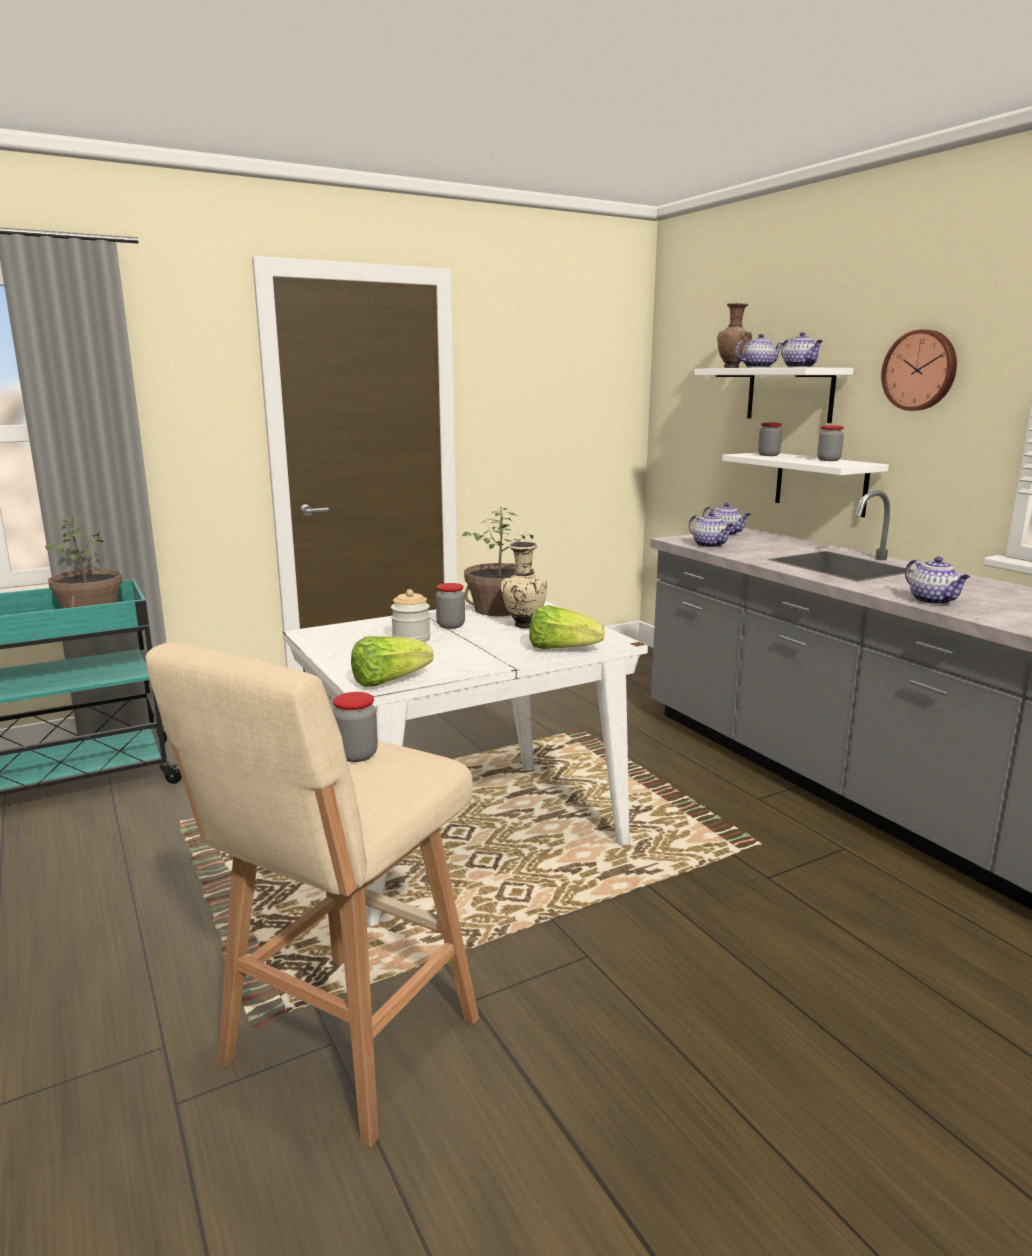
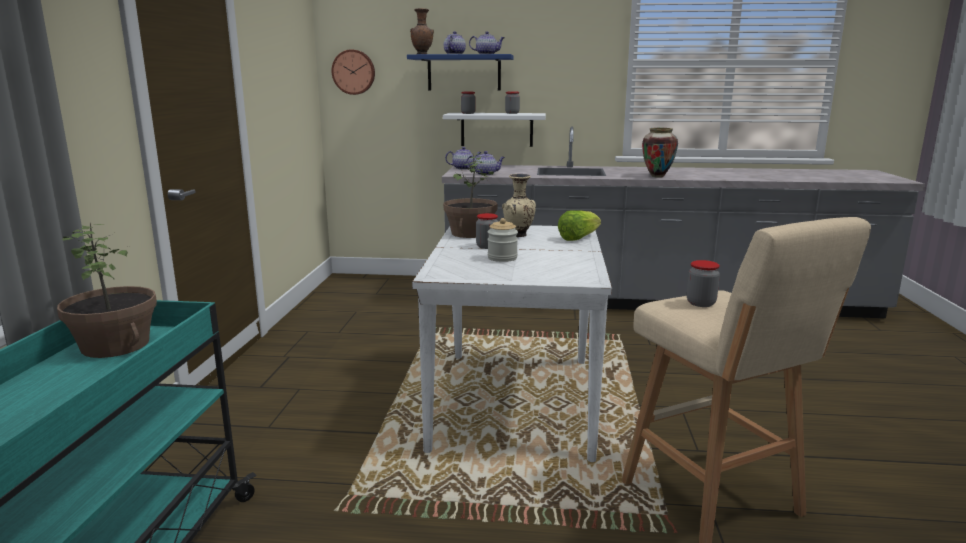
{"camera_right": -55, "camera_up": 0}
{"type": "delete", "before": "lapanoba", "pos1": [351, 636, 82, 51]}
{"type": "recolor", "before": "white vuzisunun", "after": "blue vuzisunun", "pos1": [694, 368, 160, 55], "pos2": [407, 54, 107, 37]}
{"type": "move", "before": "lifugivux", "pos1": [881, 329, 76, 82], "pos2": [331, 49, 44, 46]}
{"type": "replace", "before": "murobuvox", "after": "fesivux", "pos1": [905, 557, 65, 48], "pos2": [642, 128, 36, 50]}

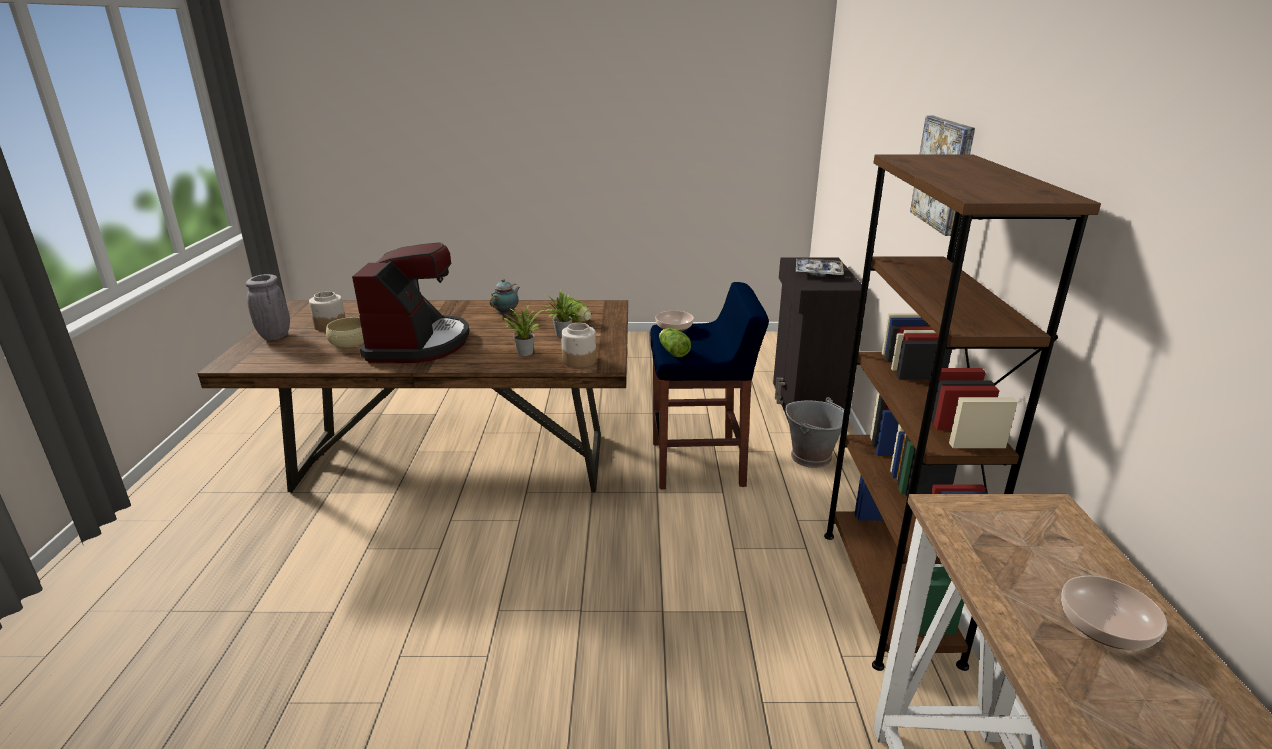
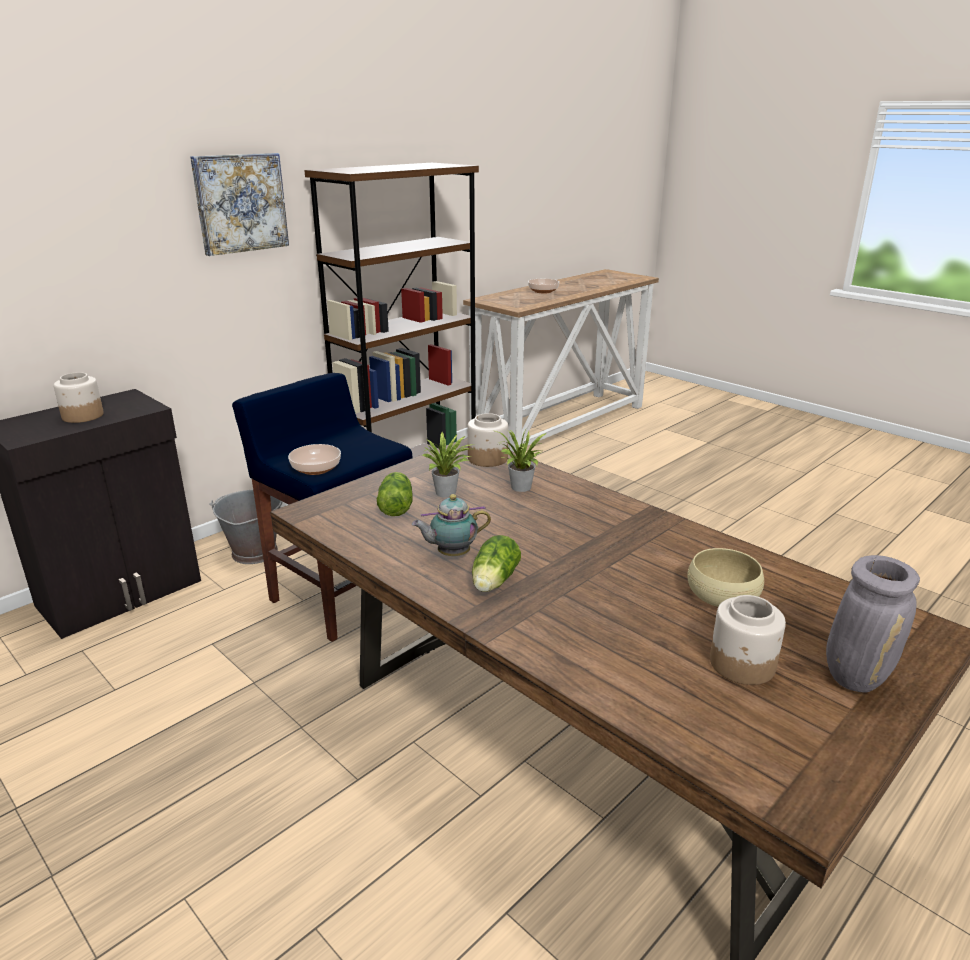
{"camera_right": -135, "camera_up": 0}
{"type": "delete", "before": "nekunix", "pos1": [352, 242, 117, 121]}
{"type": "move", "before": "lapanoba", "pos1": [659, 328, 32, 30], "pos2": [472, 535, 49, 57]}
{"type": "replace", "before": "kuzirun", "after": "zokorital", "pos1": [796, 259, 48, 17], "pos2": [53, 372, 51, 51]}

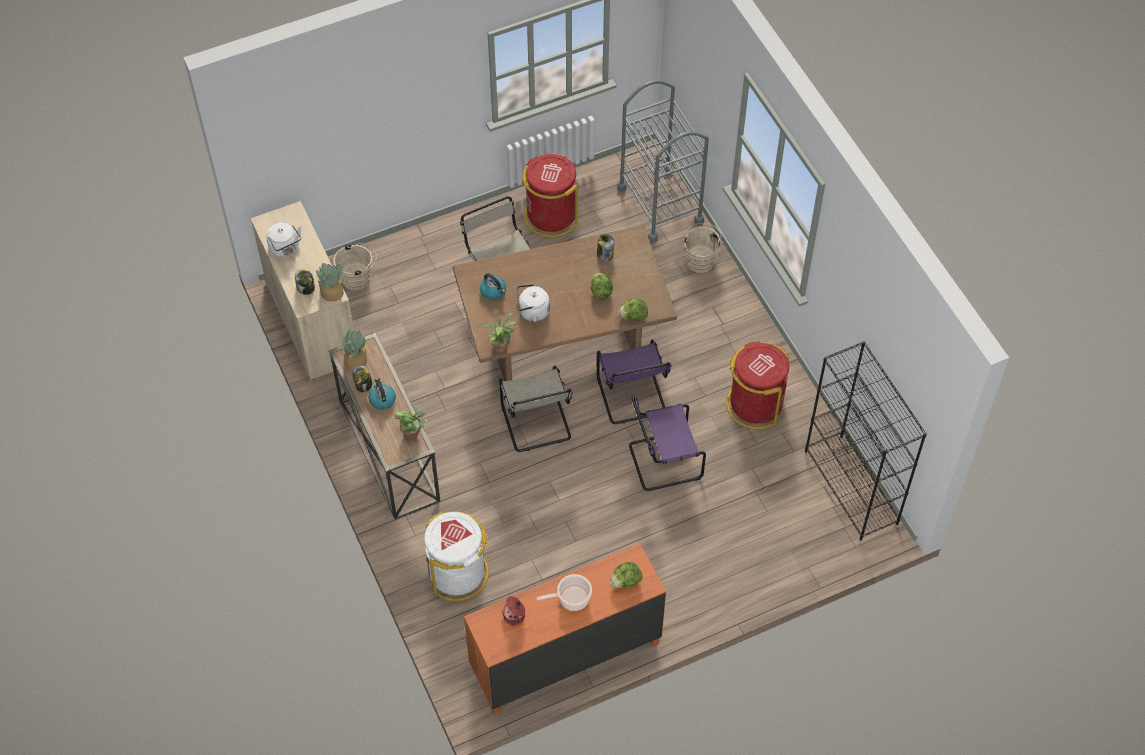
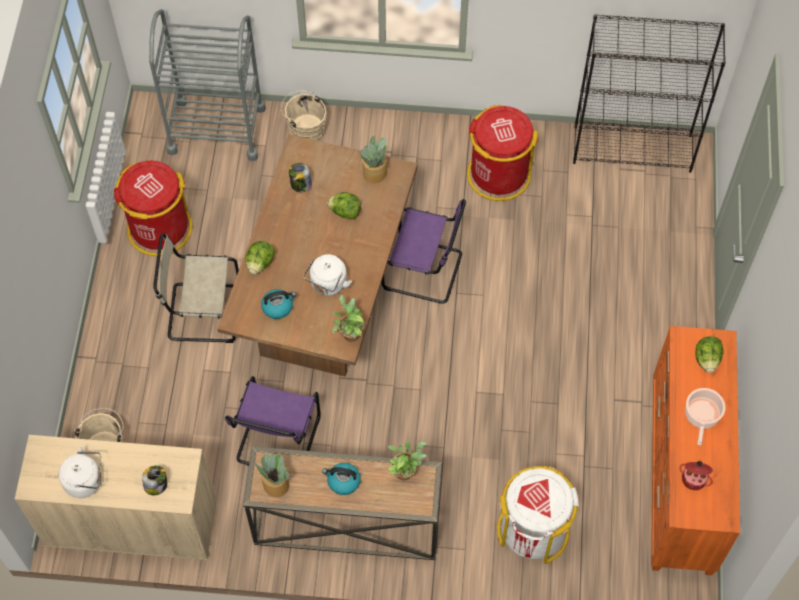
{"camera_right": -60, "camera_up": 5}
{"type": "move", "before": "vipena", "pos1": [316, 263, 28, 38], "pos2": [360, 136, 27, 48]}
{"type": "delete", "before": "zokorital", "pos1": [352, 366, 20, 27]}
{"type": "delete", "before": "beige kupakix", "pos1": [499, 365, 74, 87]}
{"type": "move", "before": "lapanoba", "pos1": [618, 299, 30, 21], "pos2": [245, 241, 30, 34]}
{"type": "move", "before": "purple kupakix", "pos1": [629, 395, 77, 96], "pos2": [225, 376, 96, 90]}

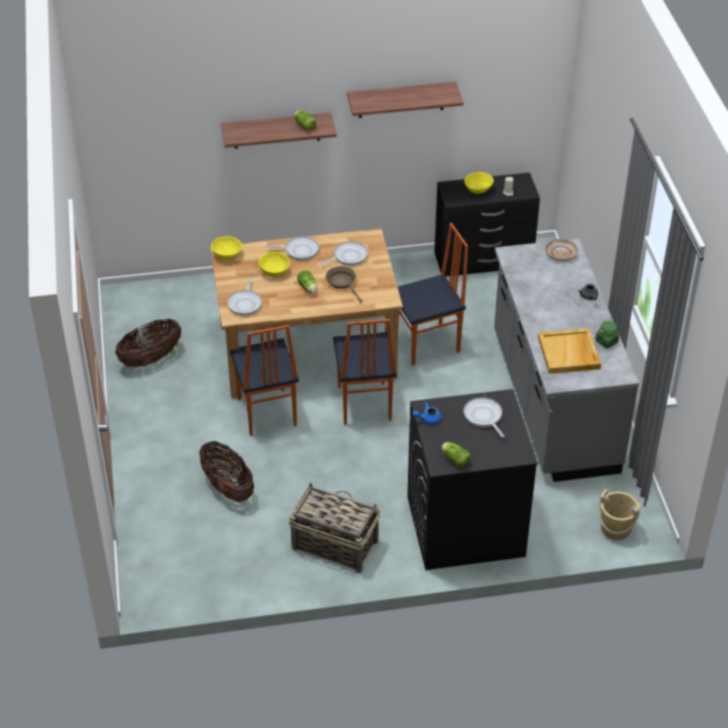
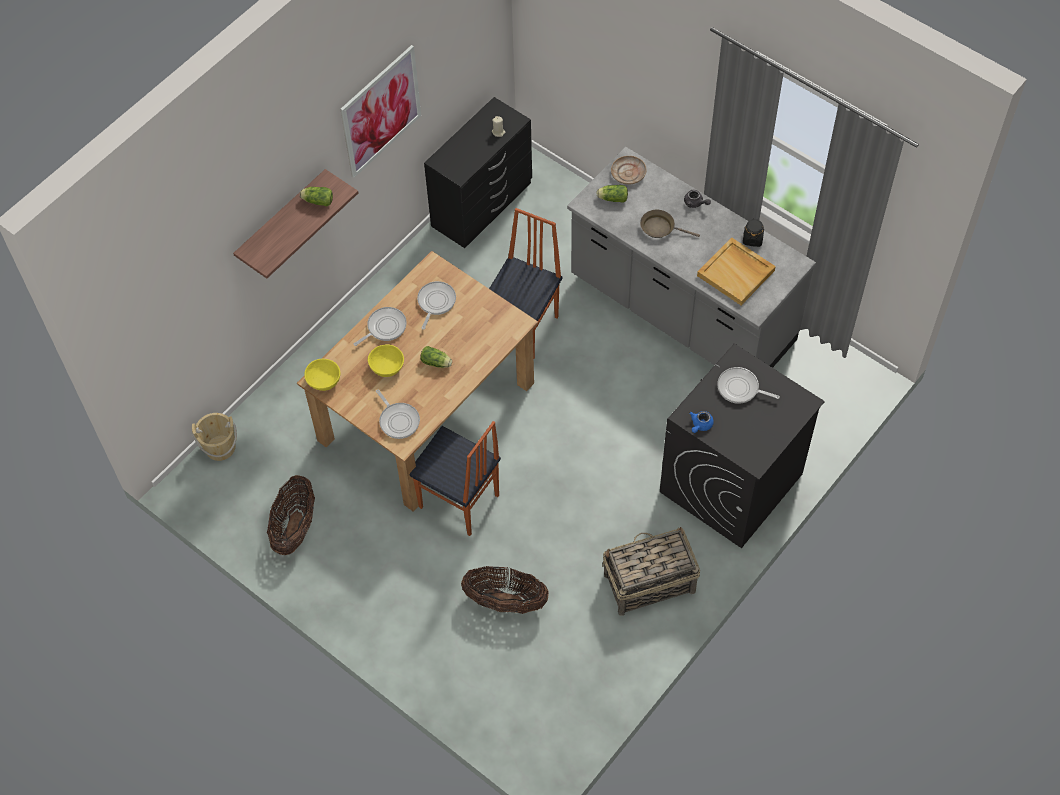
{"camera_right": -40, "camera_up": 15}
{"type": "move", "before": "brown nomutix", "pos1": [326, 266, 36, 36], "pos2": [640, 210, 60, 28]}
{"type": "delete", "before": "kupakix", "pos1": [333, 319, 63, 106]}
{"type": "replace", "before": "vuzisunun", "after": "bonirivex", "pos1": [347, 82, 117, 36], "pos2": [340, 45, 81, 133]}
{"type": "move", "before": "lapanoba", "pos1": [441, 442, 30, 25], "pos2": [596, 185, 32, 18]}
{"type": "delete", "before": "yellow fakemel", "pos1": [464, 172, 30, 22]}
{"type": "recolor", "before": "green zokorital", "after": "black zokorital", "pos1": [595, 321, 24, 27], "pos2": [743, 218, 21, 29]}
{"type": "move", "before": "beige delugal", "pos1": [598, 489, 43, 51], "pos2": [192, 413, 45, 48]}

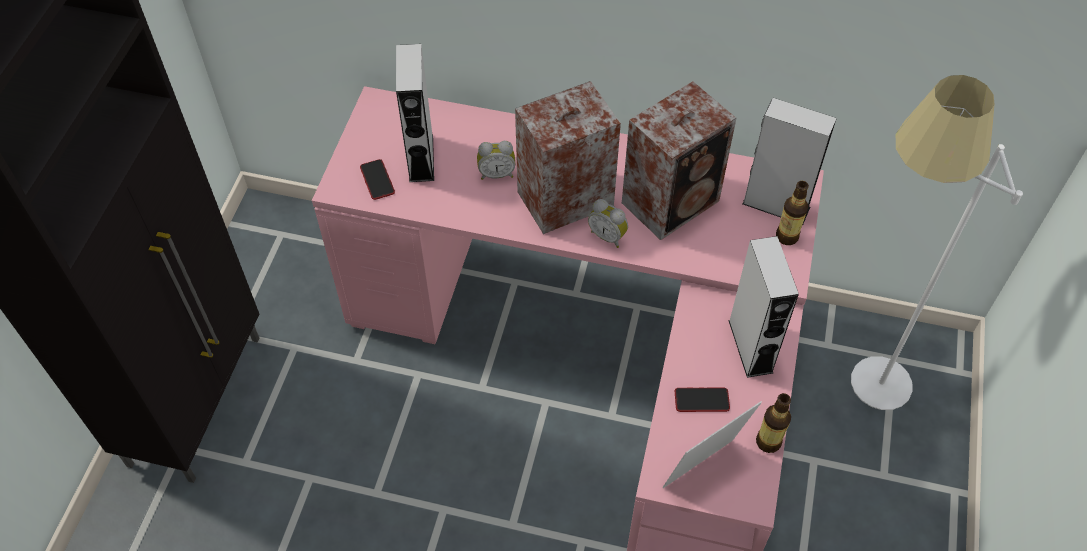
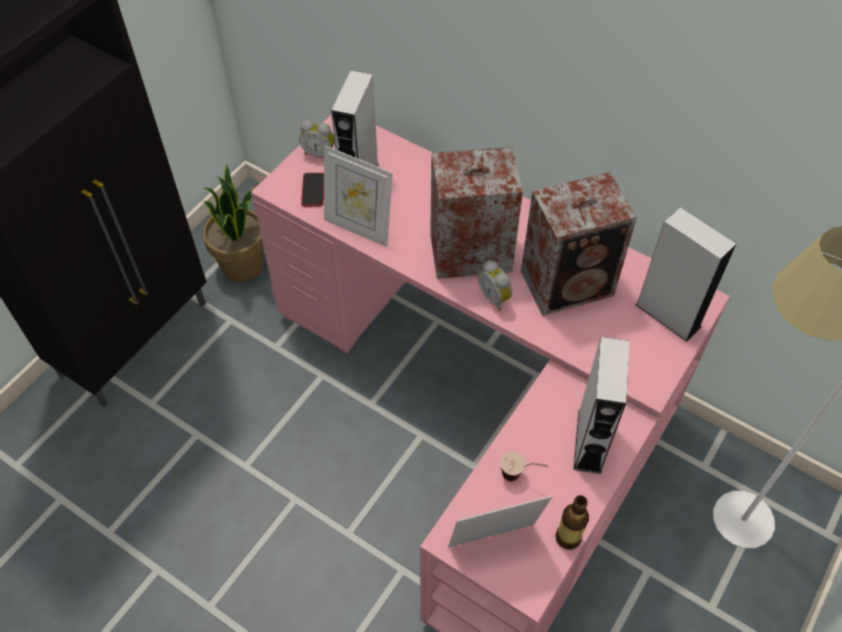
{"camera_right": 20, "camera_up": 0}
{"type": "move", "before": "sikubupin", "pos1": [477, 141, 38, 39], "pos2": [299, 120, 36, 37]}
{"type": "replace", "before": "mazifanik", "after": "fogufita", "pos1": [675, 387, 55, 25], "pos2": [500, 451, 48, 30]}
{"type": "delete", "before": "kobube", "pos1": [776, 181, 33, 64]}
{"type": "insert", "after": "vipena", "pos2": [202, 165, 61, 117]}
{"type": "insert", "after": "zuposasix", "pos2": [324, 145, 69, 102]}

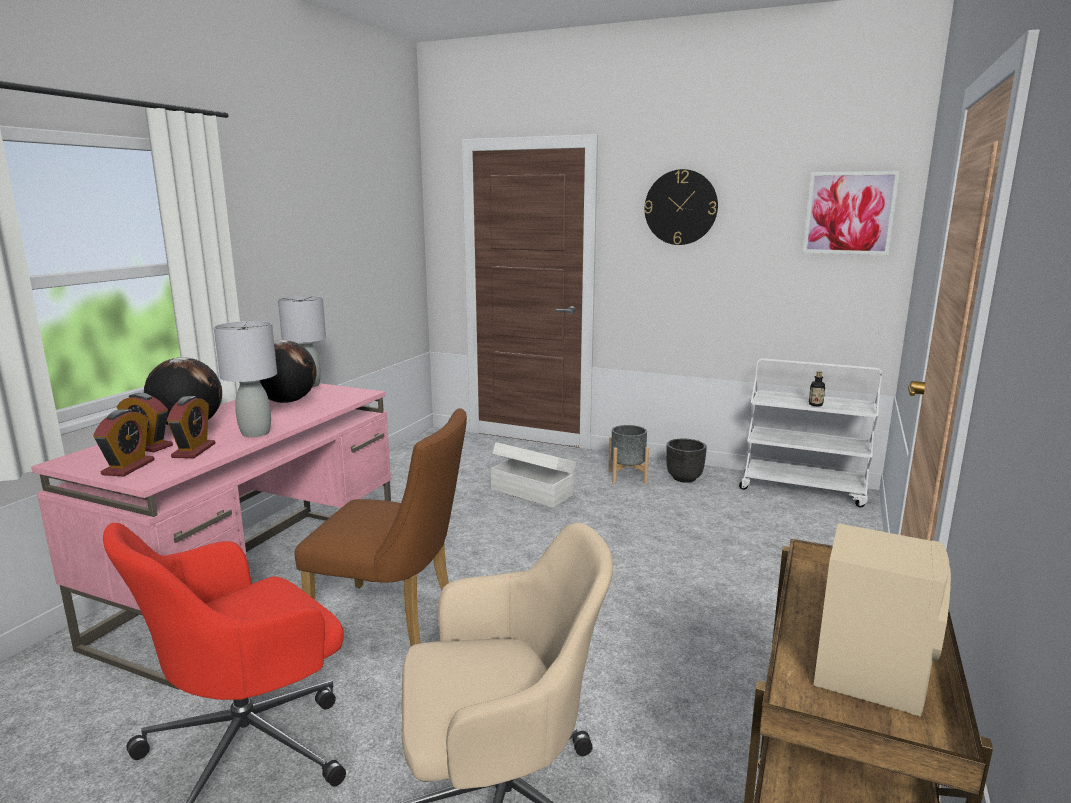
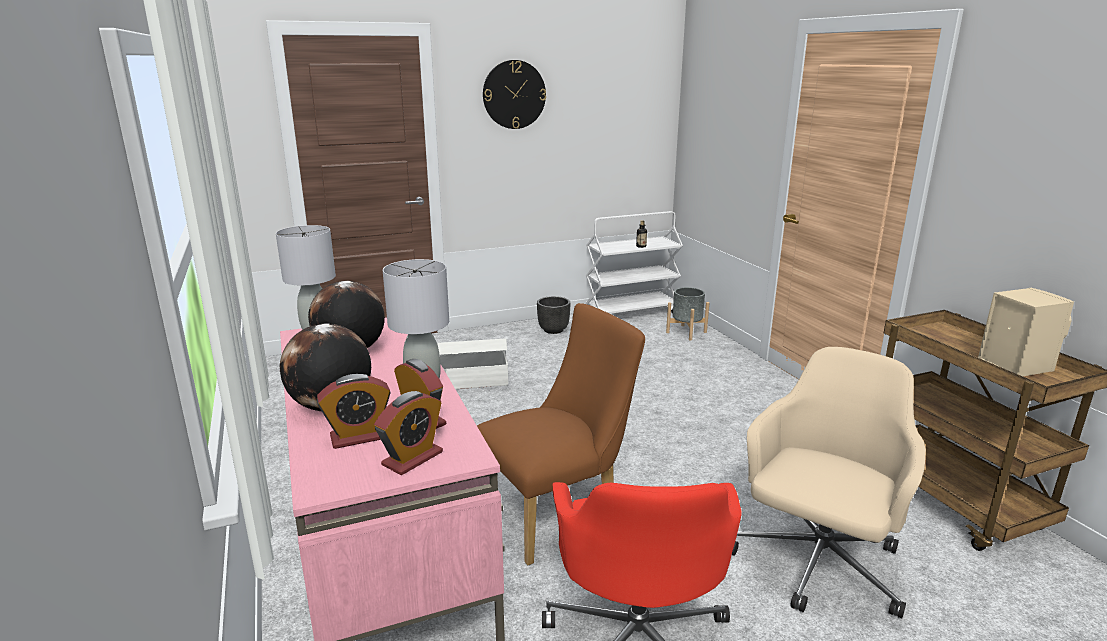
{"camera_right": -45, "camera_up": 5}
{"type": "rotate", "before": "sikubupin", "pos1": [93, 409, 62, 67], "pos2": [374, 391, 69, 85], "turn": 75}
{"type": "move", "before": "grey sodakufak", "pos1": [609, 425, 40, 59], "pos2": [666, 287, 43, 53]}
{"type": "delete", "before": "bonirivex", "pos1": [803, 171, 97, 84]}

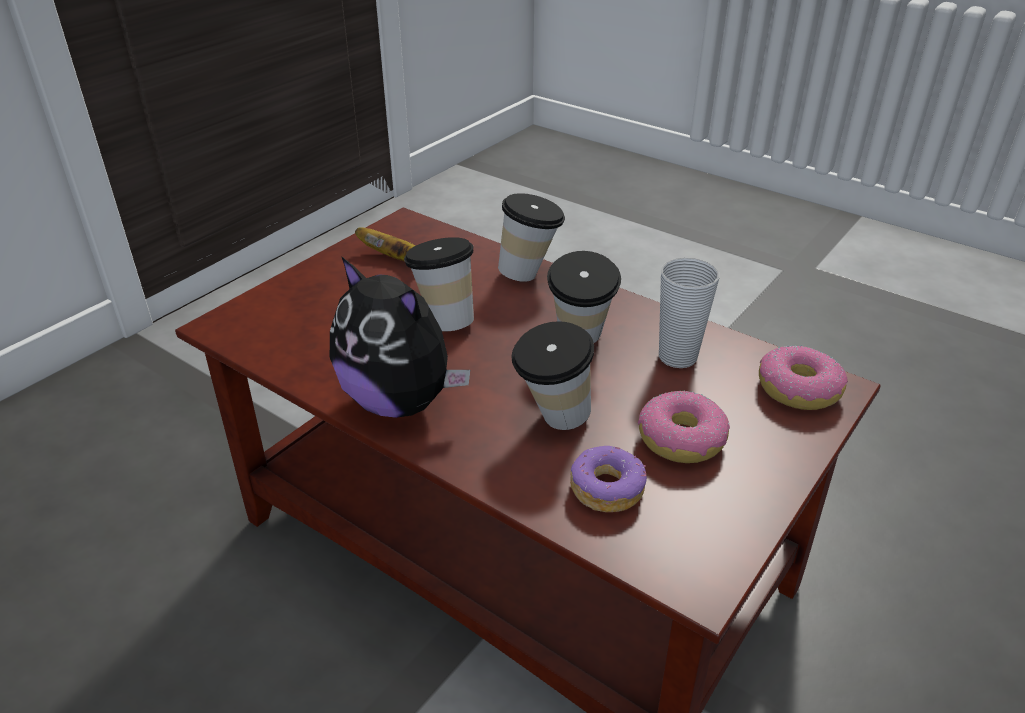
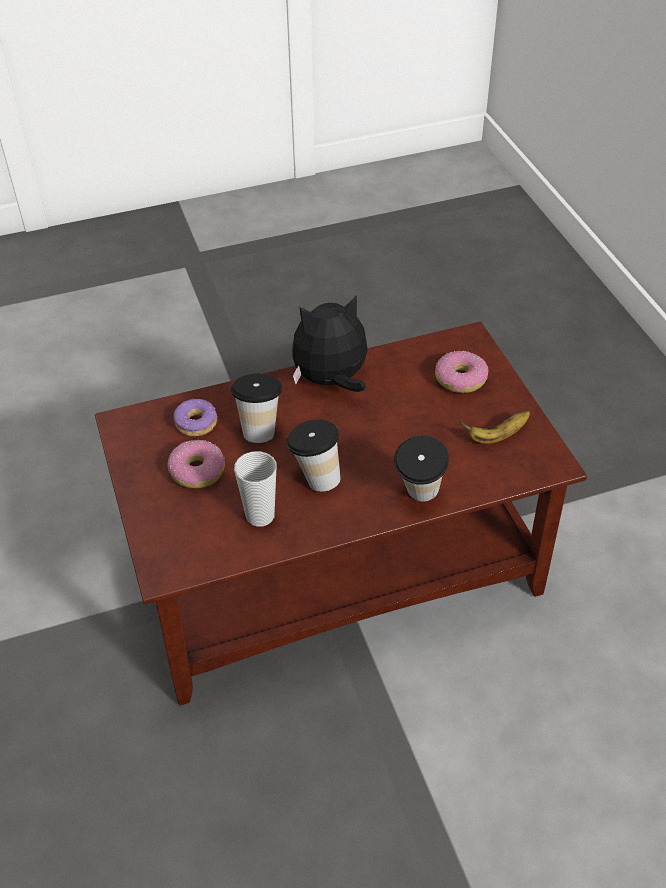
{"camera_right": 125, "camera_up": 10}
{"type": "delete", "before": "fogufita", "pos1": [404, 237, 70, 95]}
{"type": "move", "before": "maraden", "pos1": [759, 345, 89, 65], "pos2": [435, 351, 53, 42]}

